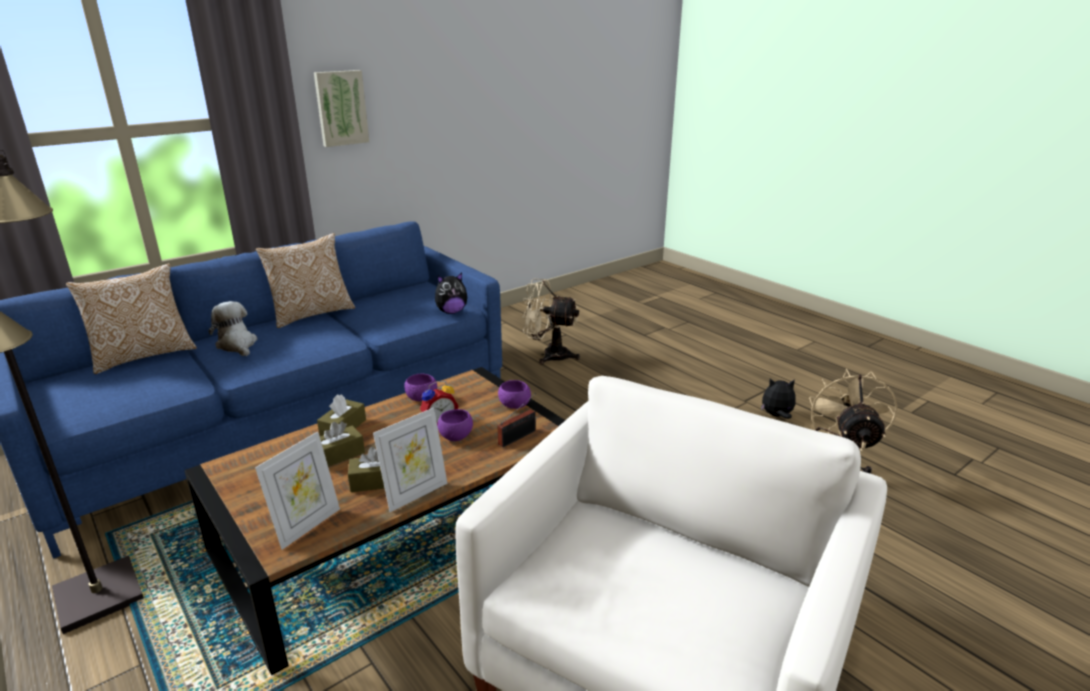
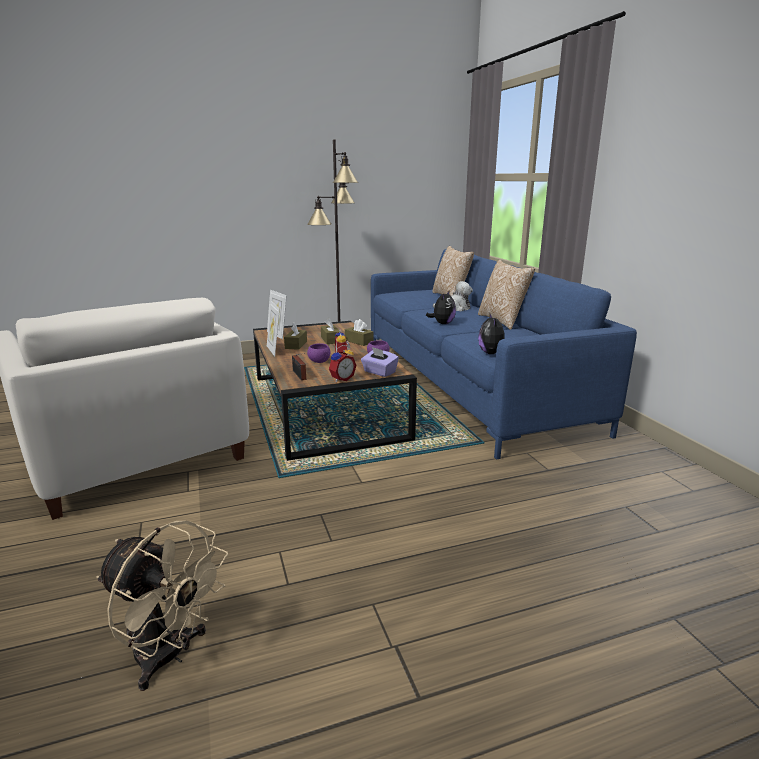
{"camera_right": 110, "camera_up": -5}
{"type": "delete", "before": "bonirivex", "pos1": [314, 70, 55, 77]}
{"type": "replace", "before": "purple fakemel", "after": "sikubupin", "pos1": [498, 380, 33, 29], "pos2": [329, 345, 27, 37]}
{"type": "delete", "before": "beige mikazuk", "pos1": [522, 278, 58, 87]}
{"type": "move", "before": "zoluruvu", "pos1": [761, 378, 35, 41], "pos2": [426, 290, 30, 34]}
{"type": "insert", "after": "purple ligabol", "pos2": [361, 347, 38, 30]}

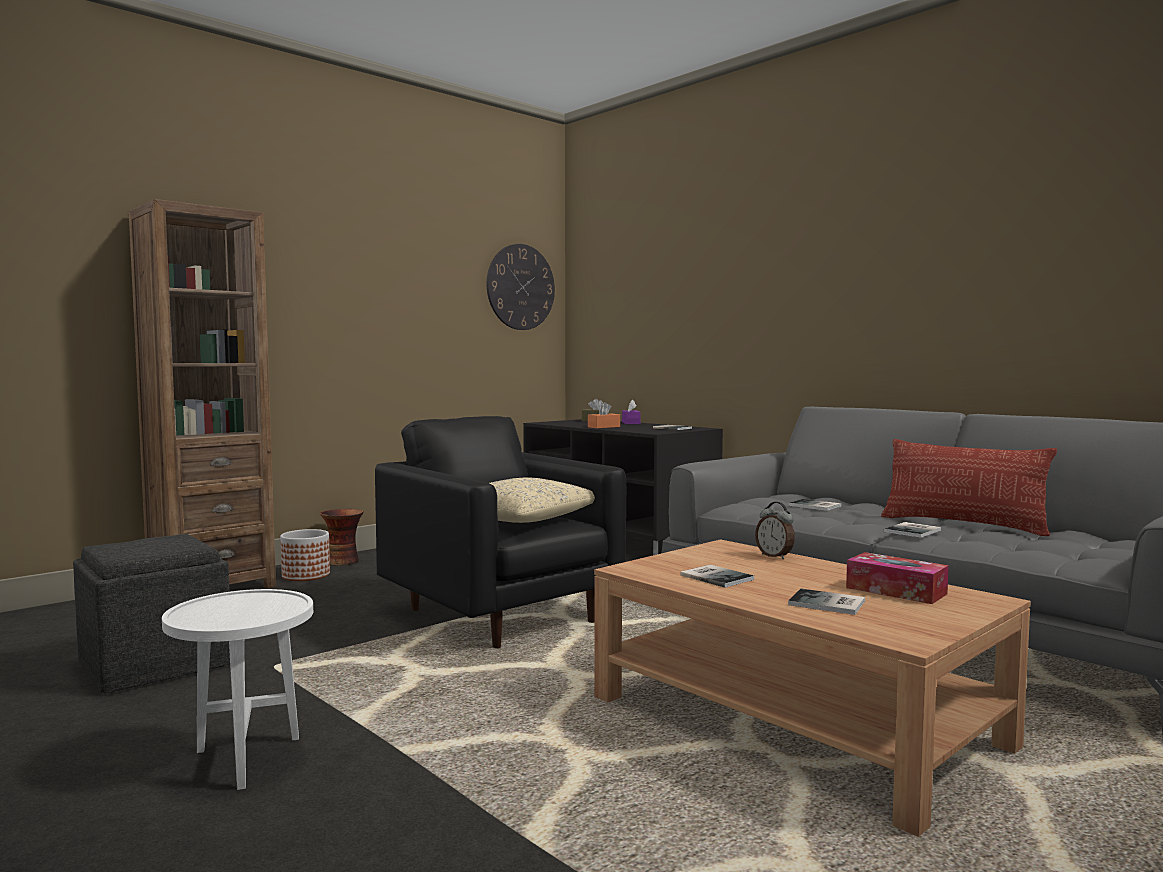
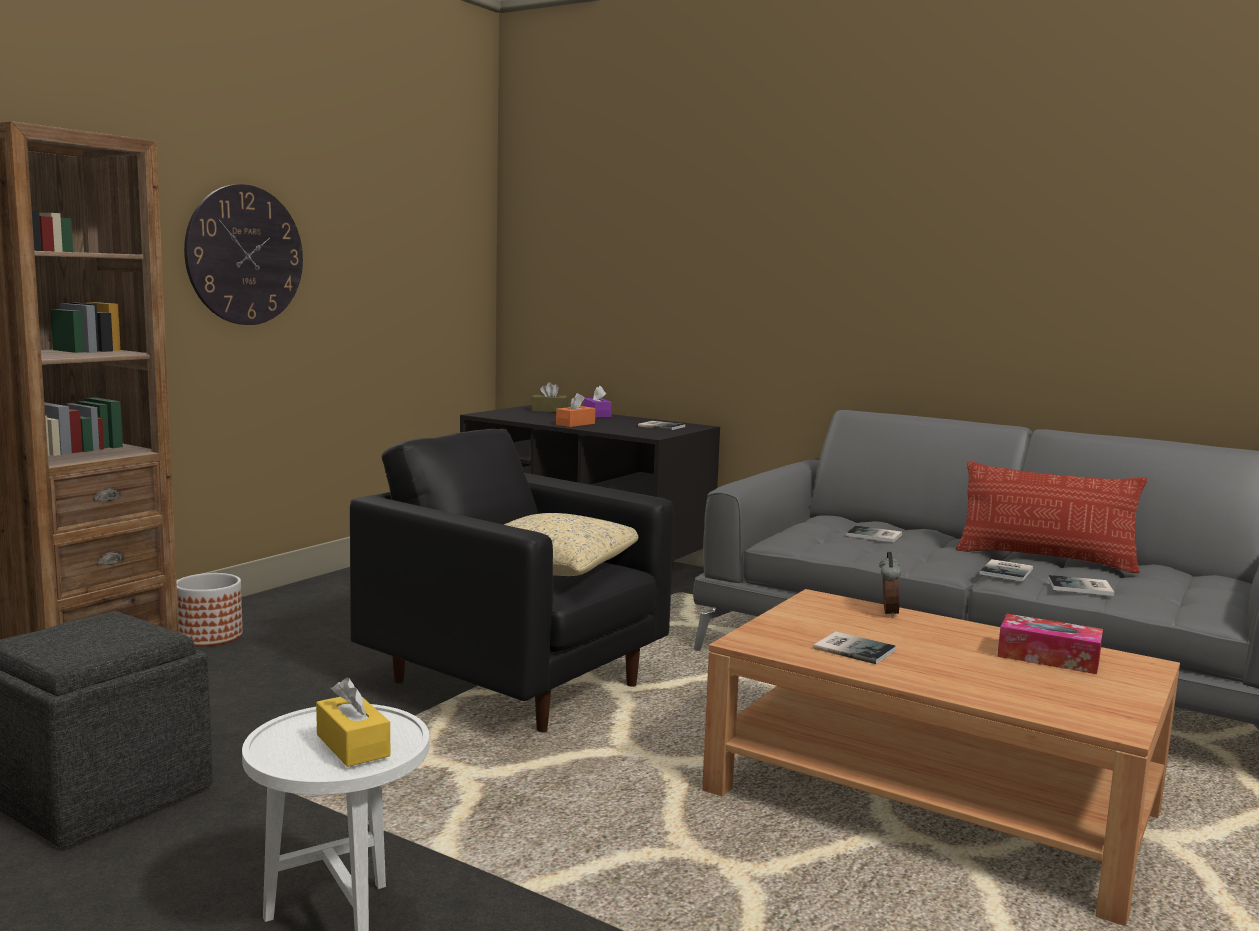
{"camera_right": -15, "camera_up": 5}
{"type": "delete", "before": "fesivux", "pos1": [320, 509, 44, 57]}
{"type": "move", "before": "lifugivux", "pos1": [487, 244, 68, 86], "pos2": [184, 184, 119, 141]}
{"type": "rotate", "before": "sikubupin", "pos1": [755, 502, 40, 57], "pos2": [879, 552, 22, 66], "turn": -120}
{"type": "move", "before": "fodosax", "pos1": [788, 589, 77, 26], "pos2": [1048, 575, 66, 21]}
{"type": "insert", "after": "yellow ligabol", "pos2": [316, 677, 74, 90]}

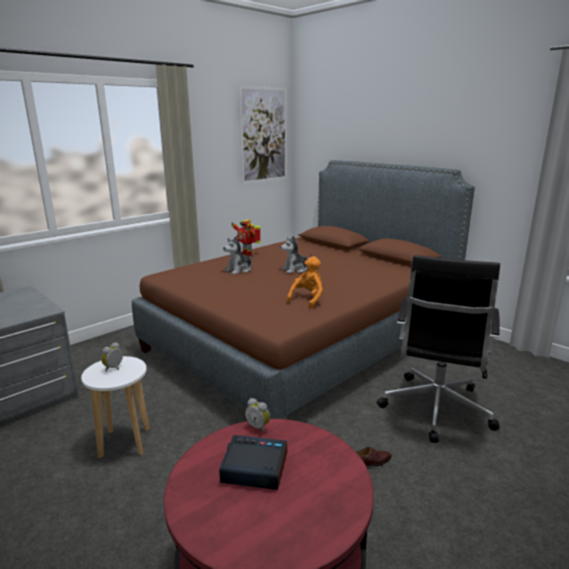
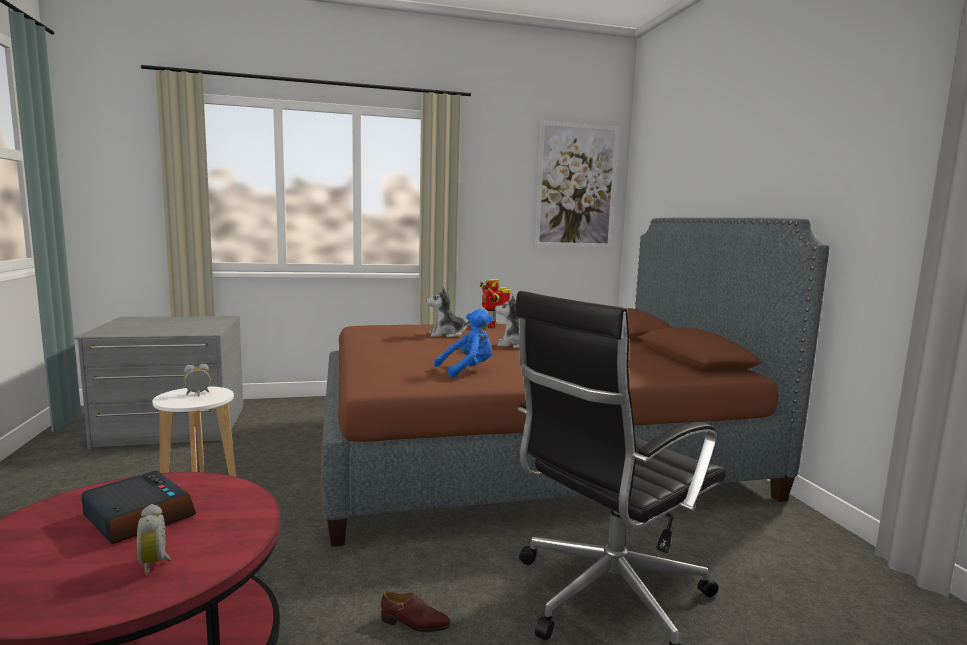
{"camera_right": 30, "camera_up": -10}
{"type": "move", "before": "sikubupin", "pos1": [245, 398, 25, 35], "pos2": [137, 504, 35, 71]}
{"type": "recolor", "before": "orange zoluruvu", "after": "blue zoluruvu", "pos1": [287, 256, 36, 52], "pos2": [434, 309, 60, 69]}

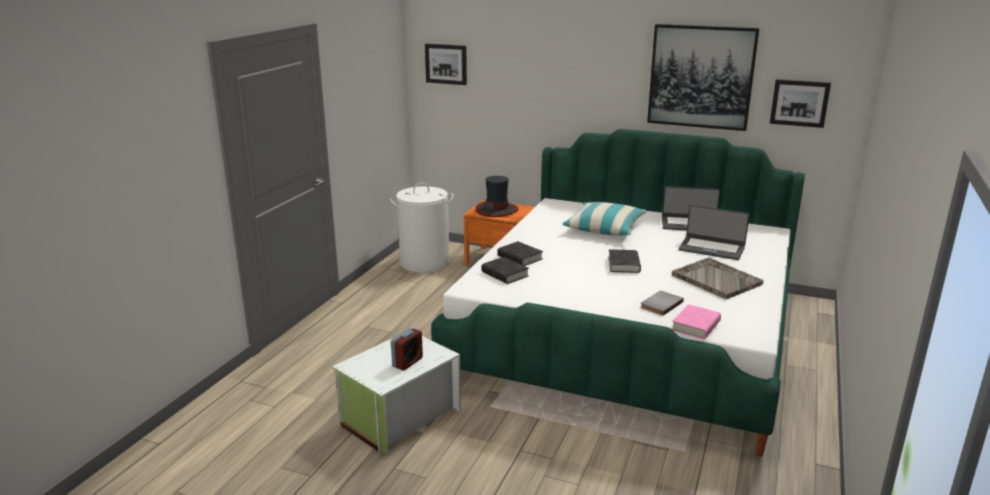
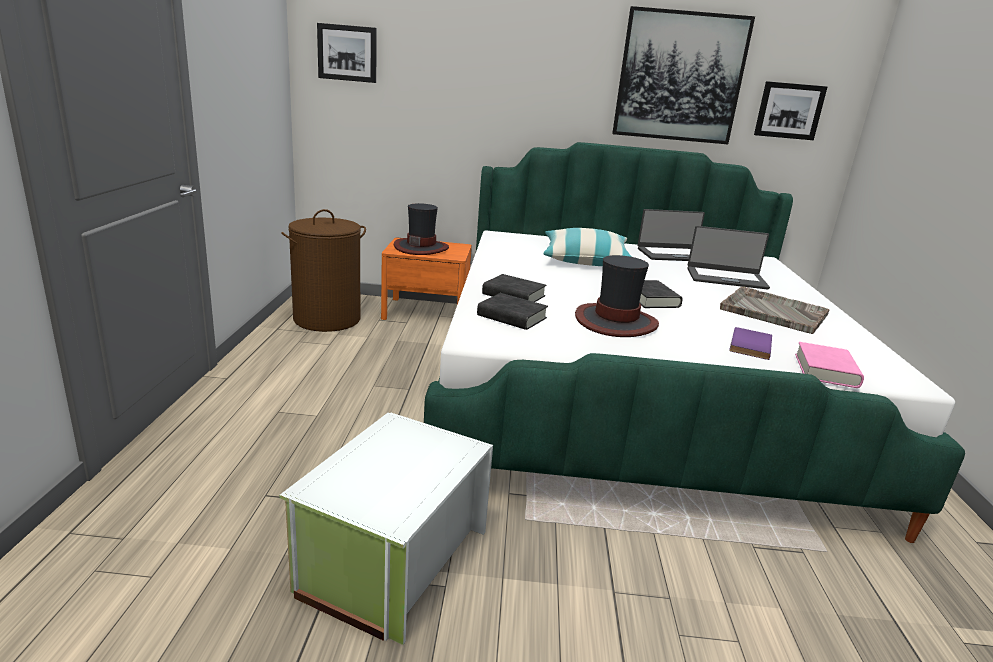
{"camera_right": -20, "camera_up": 0}
{"type": "recolor", "before": "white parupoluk", "after": "brown parupoluk", "pos1": [390, 183, 64, 90], "pos2": [281, 209, 85, 123]}
{"type": "delete", "before": "sikubupin", "pos1": [391, 328, 32, 42]}
{"type": "recolor", "before": "grey fodosax", "after": "purple fodosax", "pos1": [641, 291, 43, 25], "pos2": [729, 327, 43, 33]}
{"type": "insert", "after": "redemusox", "pos2": [575, 255, 84, 82]}

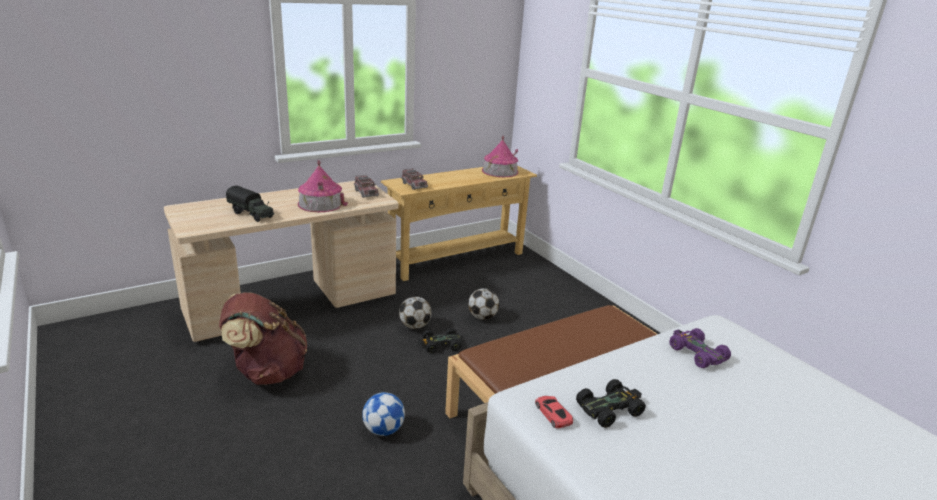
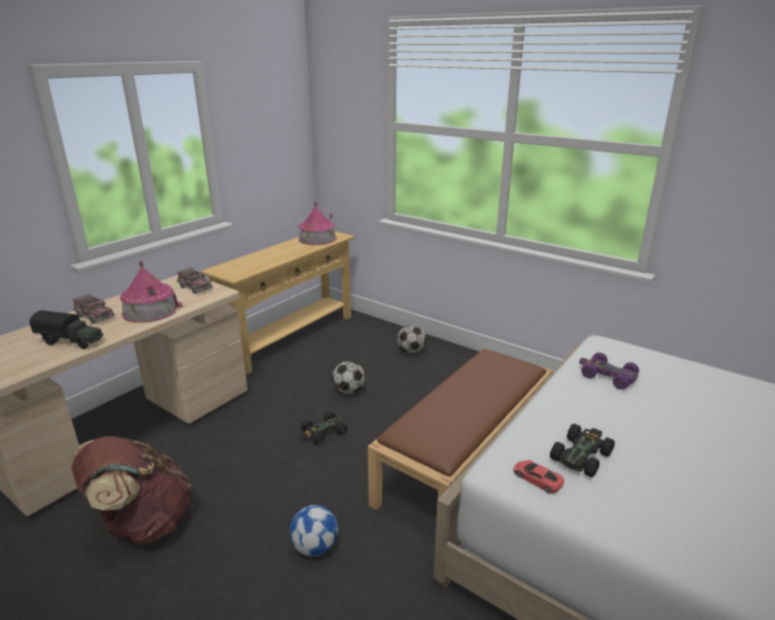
{"camera_right": -20, "camera_up": 0}
{"type": "move", "before": "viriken", "pos1": [399, 296, 32, 33], "pos2": [397, 325, 29, 29]}
{"type": "move", "before": "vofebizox", "pos1": [401, 168, 27, 22], "pos2": [73, 294, 42, 30]}

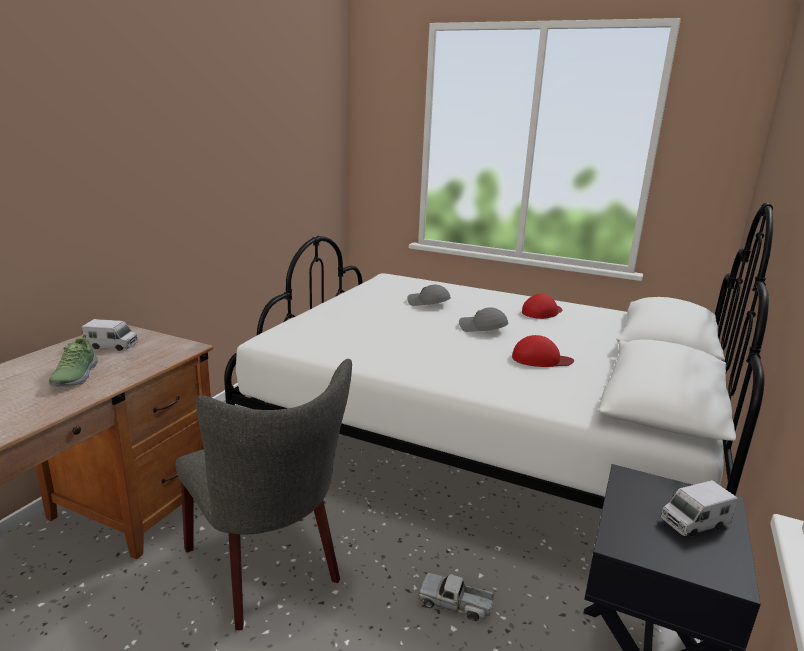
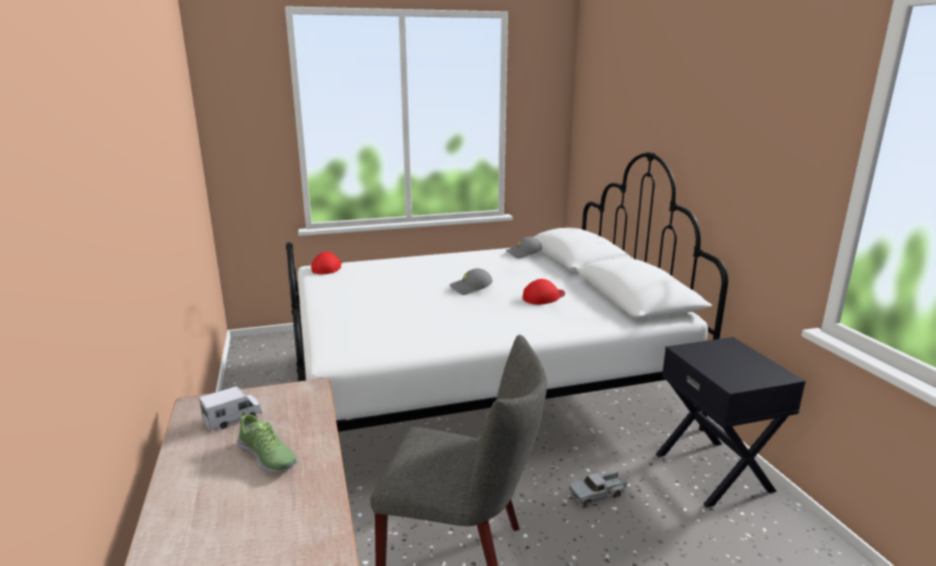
{"camera_right": -40, "camera_up": 0}
{"type": "move", "before": "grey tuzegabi", "pos1": [407, 284, 44, 22], "pos2": [506, 237, 36, 22]}
{"type": "move", "before": "red tuzegabi", "pos1": [522, 293, 40, 26], "pos2": [311, 252, 31, 22]}
{"type": "delete", "before": "vofebizox", "pos1": [661, 480, 77, 56]}

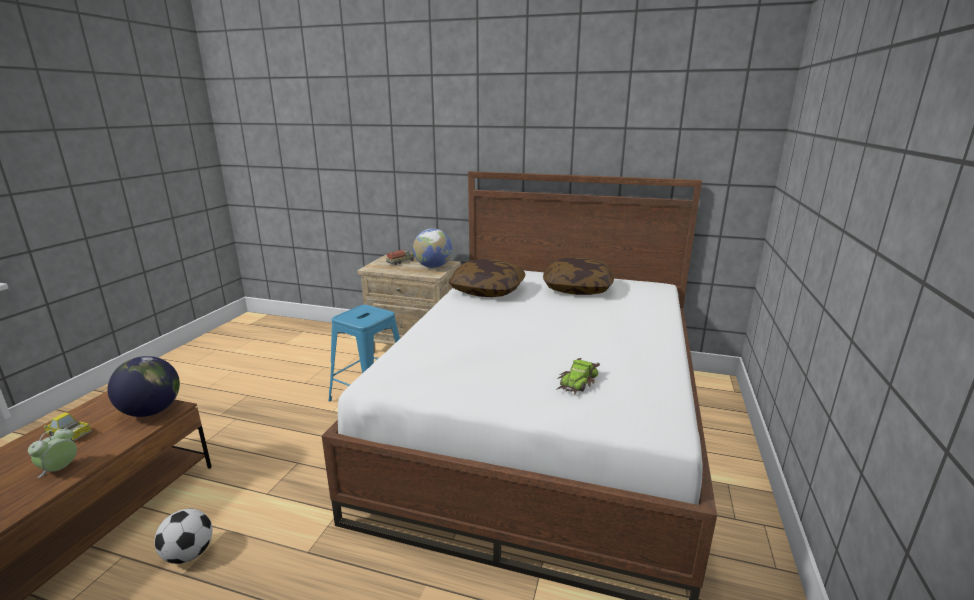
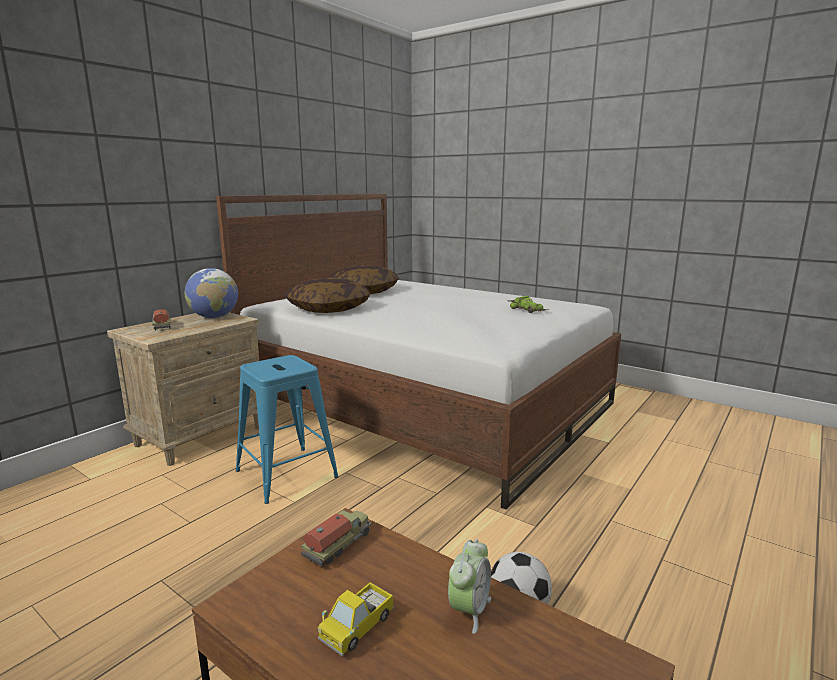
{"camera_right": -70, "camera_up": -5}
{"type": "rotate", "before": "sikubupin", "pos1": [28, 428, 49, 50], "pos2": [448, 539, 43, 95], "turn": -105}
{"type": "replace", "before": "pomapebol", "after": "vofebizox", "pos1": [107, 356, 73, 61], "pos2": [301, 510, 70, 56]}

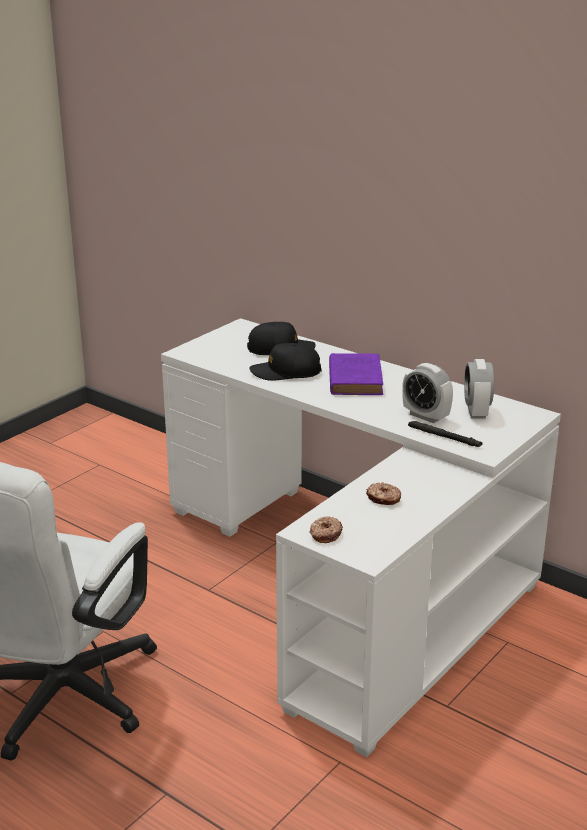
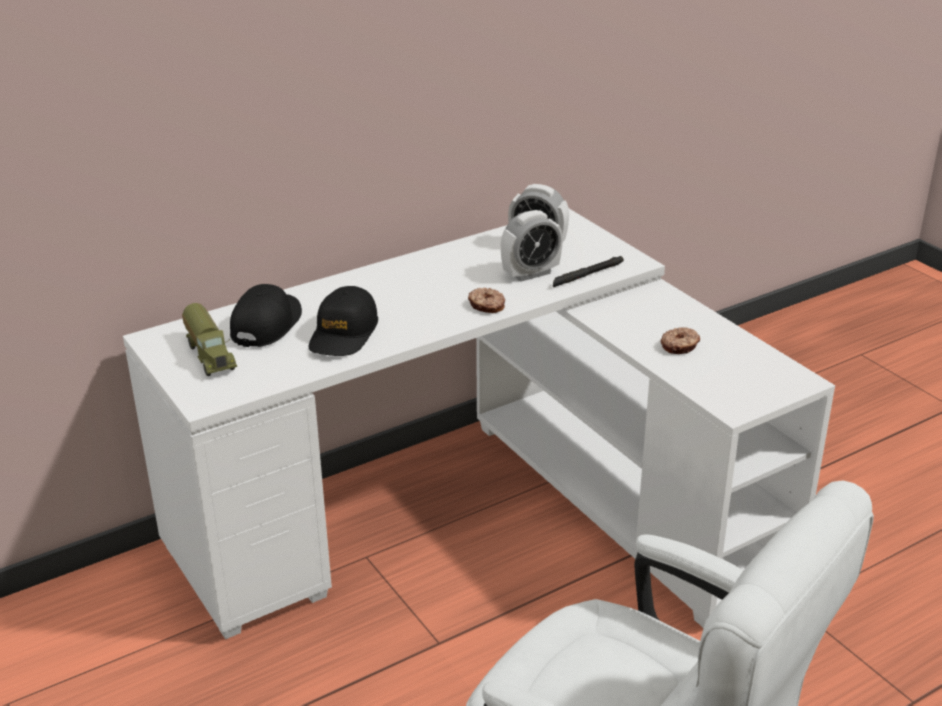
{"camera_right": -70, "camera_up": 5}
{"type": "move", "before": "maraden", "pos1": [309, 516, 34, 27], "pos2": [468, 288, 37, 25]}
{"type": "delete", "before": "purple fodosax", "pos1": [329, 353, 54, 42]}
{"type": "insert", "after": "vofebizox", "pos2": [182, 303, 55, 73]}

